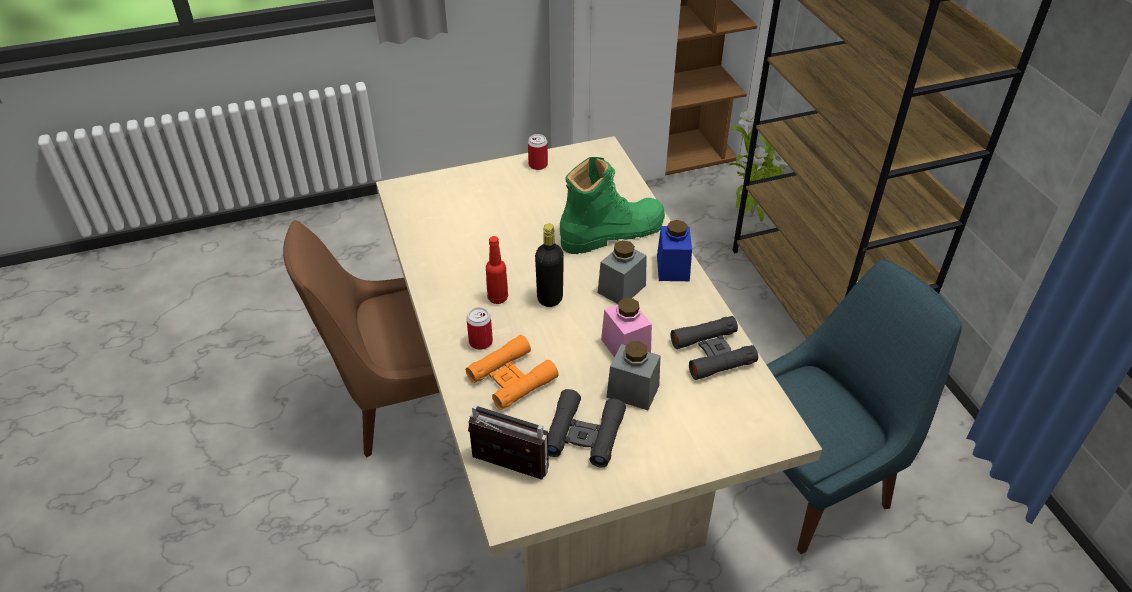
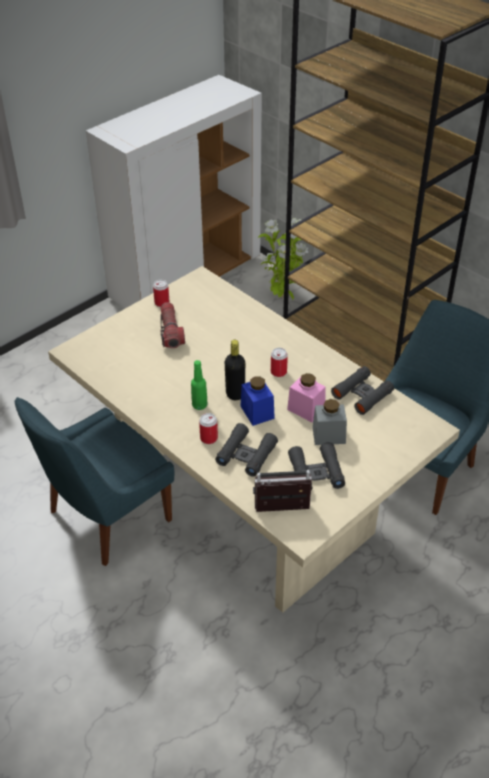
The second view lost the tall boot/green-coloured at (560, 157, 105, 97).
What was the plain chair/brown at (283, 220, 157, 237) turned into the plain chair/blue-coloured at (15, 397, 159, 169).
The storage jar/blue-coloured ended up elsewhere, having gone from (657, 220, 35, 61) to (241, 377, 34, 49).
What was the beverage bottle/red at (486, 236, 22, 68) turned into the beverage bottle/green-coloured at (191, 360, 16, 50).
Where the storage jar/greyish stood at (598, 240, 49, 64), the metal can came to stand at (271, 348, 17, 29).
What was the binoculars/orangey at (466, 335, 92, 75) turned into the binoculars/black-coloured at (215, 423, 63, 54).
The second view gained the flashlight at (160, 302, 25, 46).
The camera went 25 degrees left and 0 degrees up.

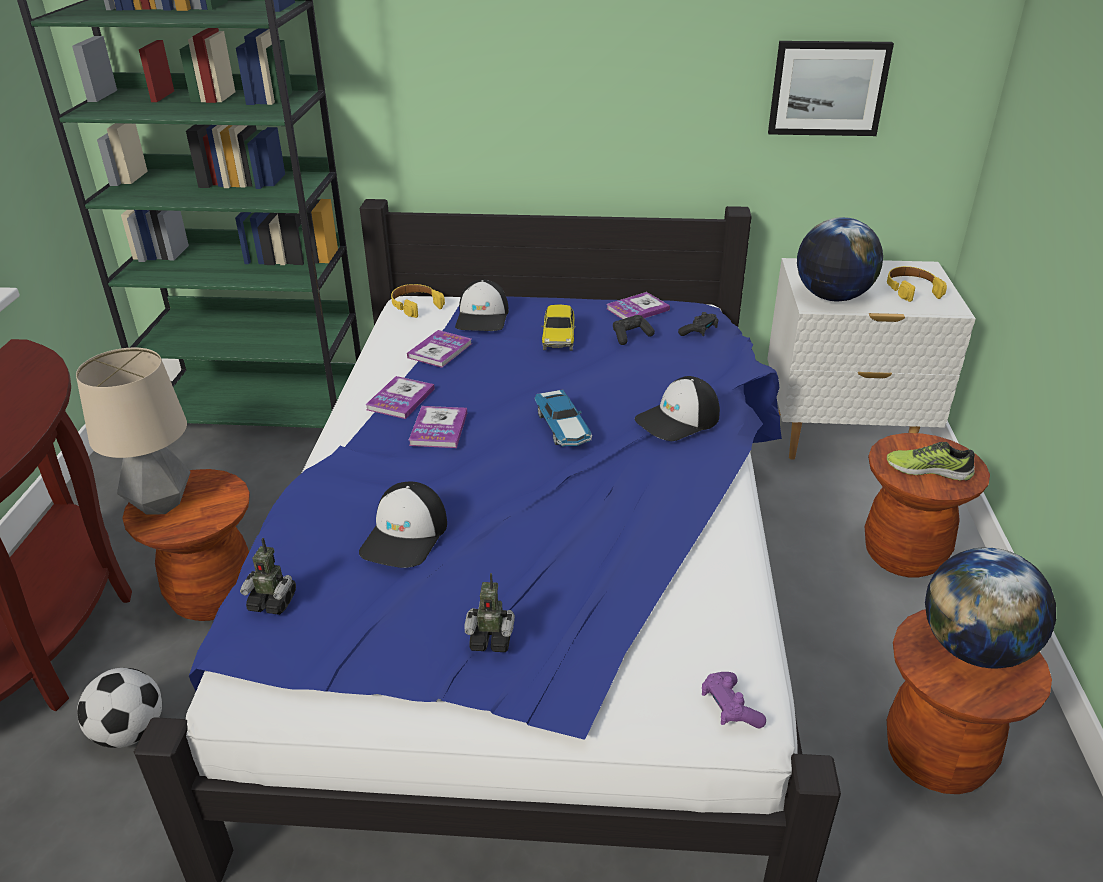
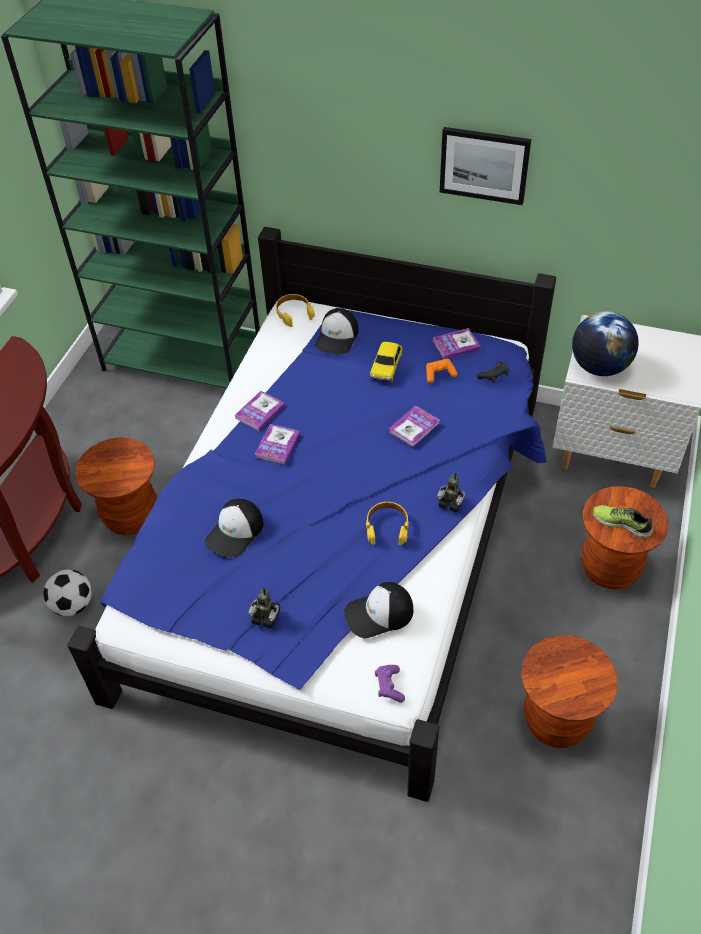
The wall picture ended up elsewhere, having gone from (768, 41, 126, 95) to (440, 127, 91, 78).
The pair of headphones/yellowish ended up elsewhere, having gone from (887, 266, 60, 36) to (366, 502, 43, 43).
What was the game controller/black-coloured at (613, 315, 42, 30) turned into the game controller/orangey at (426, 359, 32, 24).
The book ended up elsewhere, having gone from (407, 330, 65, 38) to (388, 405, 51, 42).
The second view lost the lamp for a table at (76, 348, 115, 167).
The cap ended up elsewhere, having gone from (635, 376, 85, 65) to (344, 582, 69, 56).
The second view lost the miniature car at (535, 390, 57, 57).
The model robot ended up elsewhere, having gone from (240, 538, 56, 77) to (437, 472, 28, 40).
The second view lost the world globe at (925, 548, 131, 120).
The camera went 15 degrees right and 15 degrees up.

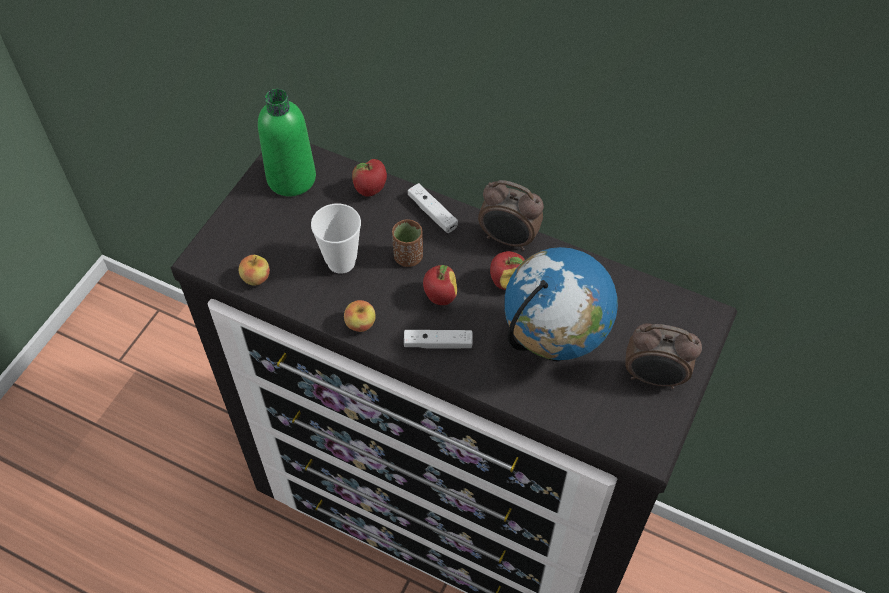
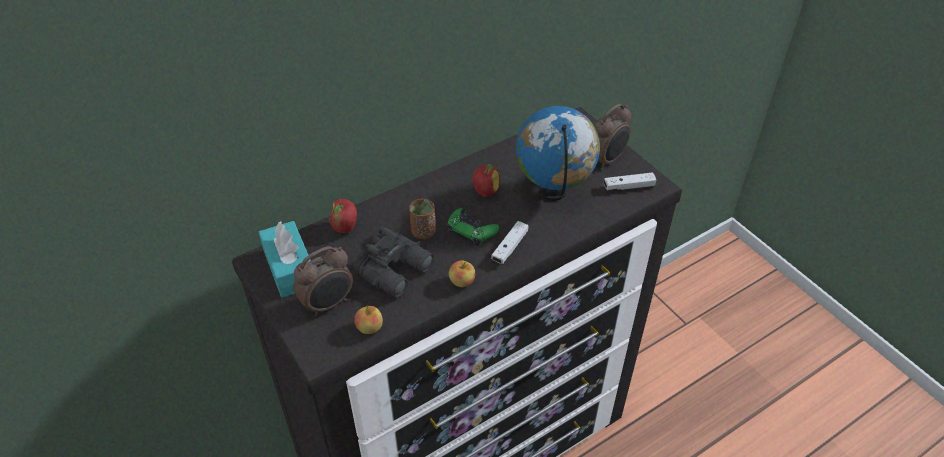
Where the beverage bottle/green-coloured stood at (258, 89, 58, 108), the tissue holder/blue-green came to stand at (259, 221, 52, 77).
The alarm clock ended up elsewhere, having gone from (478, 180, 66, 71) to (293, 246, 60, 71).
The game controller/white-coloured ended up elsewhere, having gone from (408, 183, 50, 50) to (604, 172, 52, 18).
Where the cup stood at (311, 204, 50, 70), the binoculars/black-coloured came to stand at (353, 226, 81, 72).
Where the apple stood at (423, 265, 34, 40), the game controller/green-coloured came to stand at (447, 208, 52, 38).
The camera went 60 degrees left and 10 degrees down.

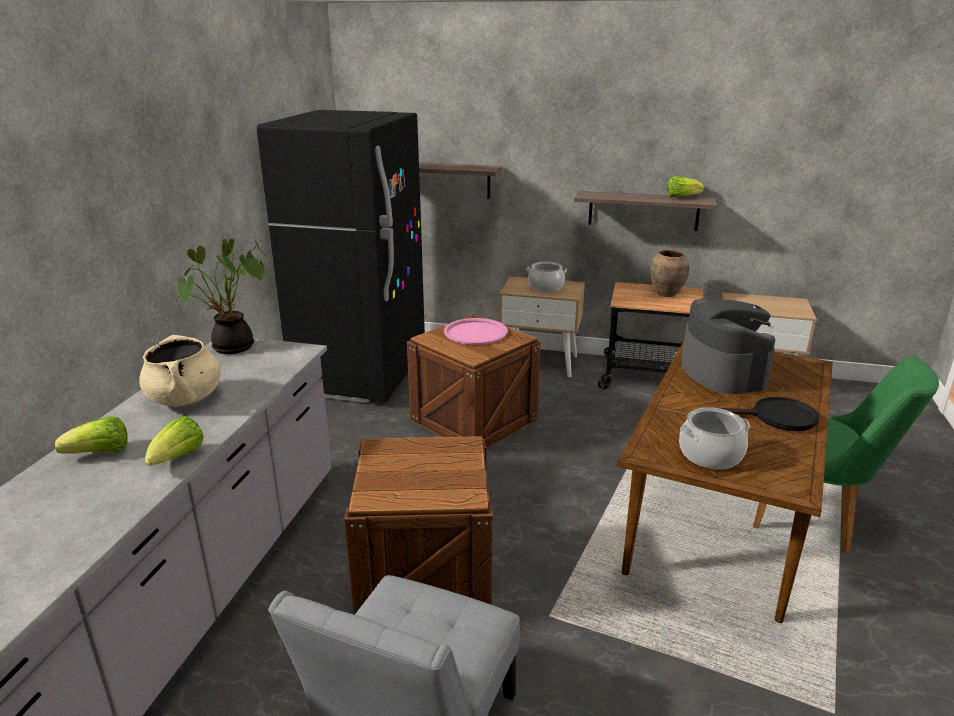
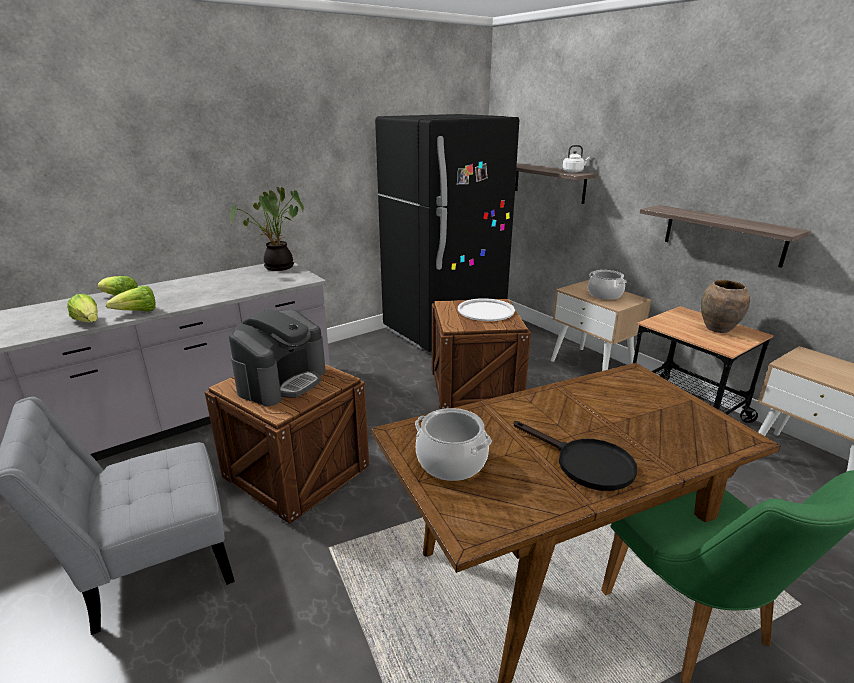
The head of lettuce ended up elsewhere, having gone from (667, 176, 37, 21) to (67, 294, 31, 29).
The coffee maker ended up elsewhere, having gone from (681, 299, 94, 95) to (229, 309, 97, 97).
What was the serving tray/pink at (444, 318, 64, 27) turned into the serving tray/white-coloured at (458, 298, 57, 23).
The second view lost the cooking pot/sand-coloured at (139, 335, 82, 72).
The second view gained the tea kettle/white-coloured at (563, 145, 27, 28).
The camera went 40 degrees right and 0 degrees up.

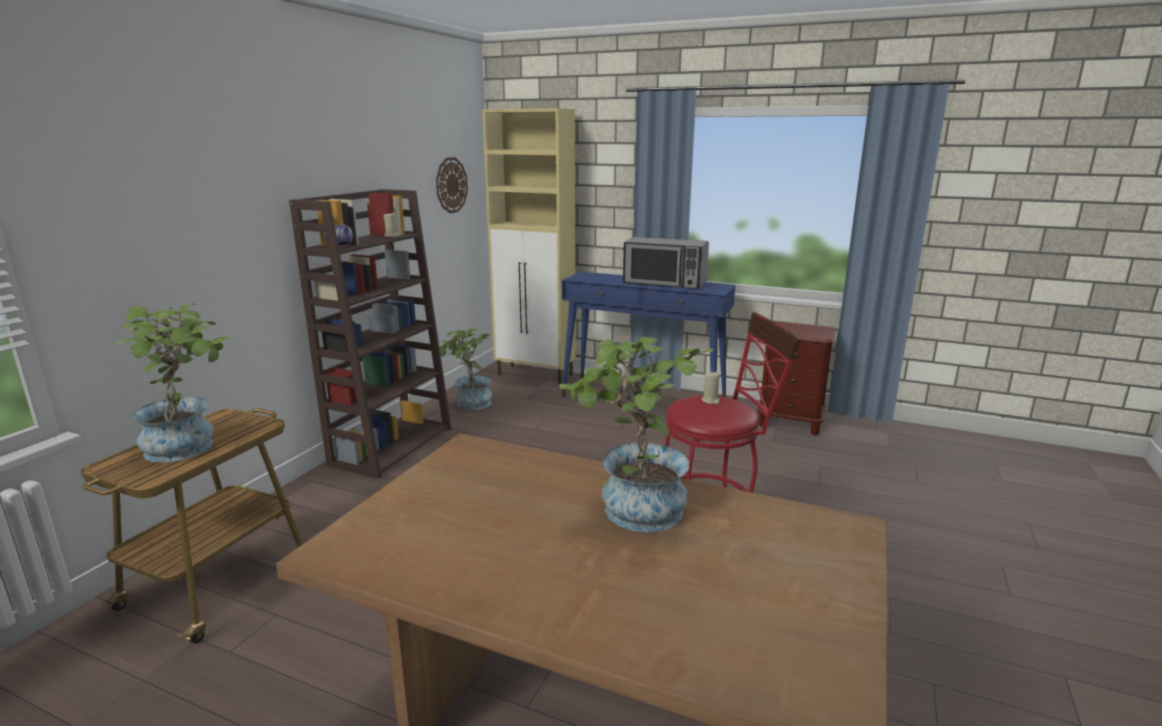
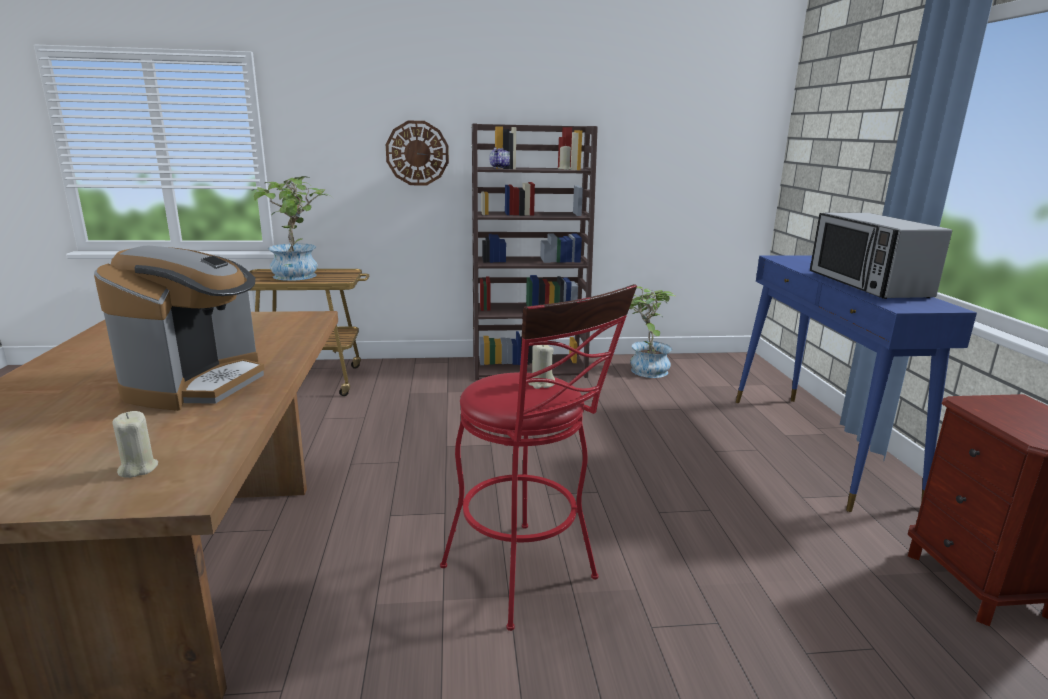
The second view lost the cabinet/sand-coloured at (482, 108, 93, 277).
The wall clock ended up elsewhere, having gone from (436, 157, 32, 56) to (386, 121, 63, 65).
Where the potted plant stood at (559, 337, 155, 195), the coffee maker came to stand at (94, 246, 171, 165).
The second view gained the wax candle/sand-coloured at (112, 411, 46, 67).
The camera went 60 degrees right and 0 degrees up.

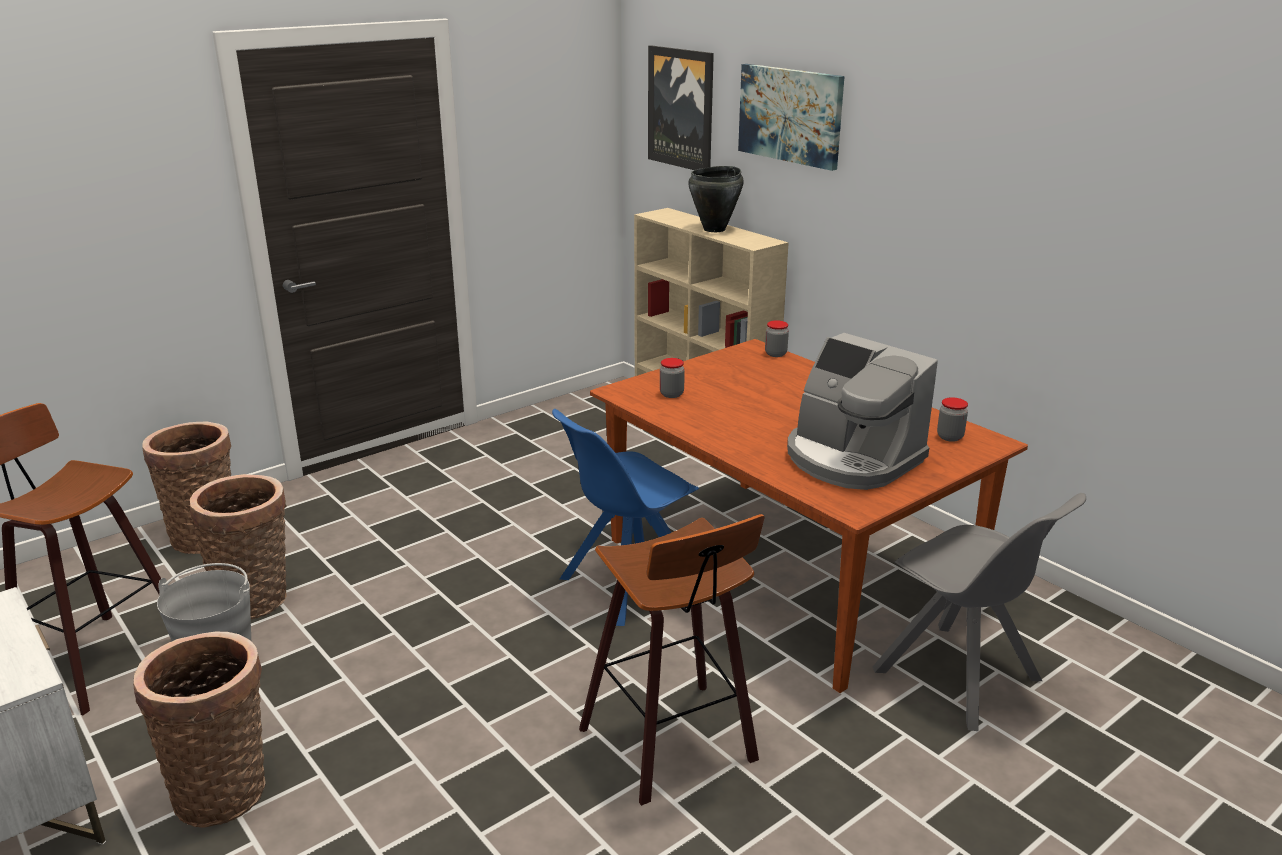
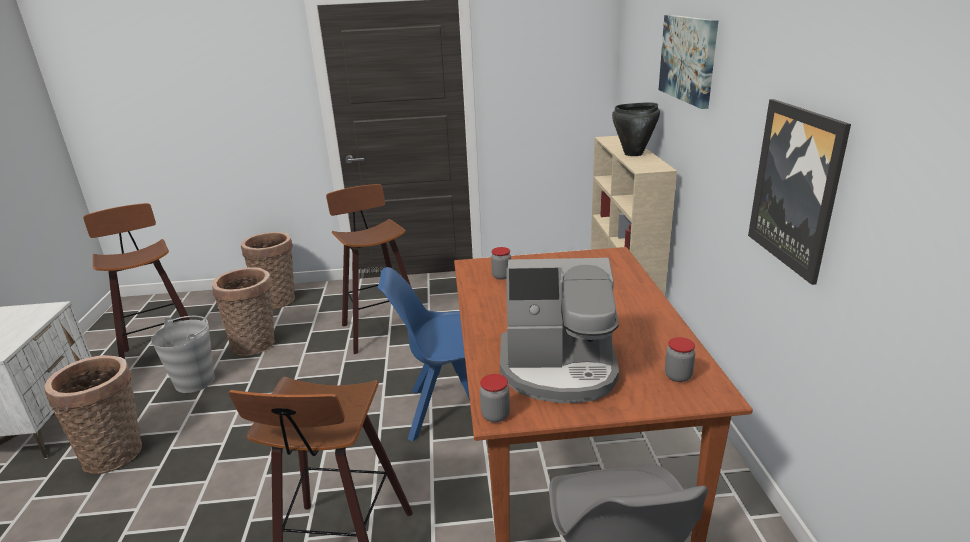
The wall picture ended up elsewhere, having gone from (648, 45, 66, 125) to (748, 99, 103, 186).
The storage jar ended up elsewhere, having gone from (765, 321, 24, 36) to (480, 374, 30, 48).
The coffee maker at (787, 333, 151, 157) ended up facing another way, 75 degrees counterclockwise from before.
The second view gained the stool seat at (326, 184, 85, 170).
The camera went 35 degrees right and 0 degrees up.

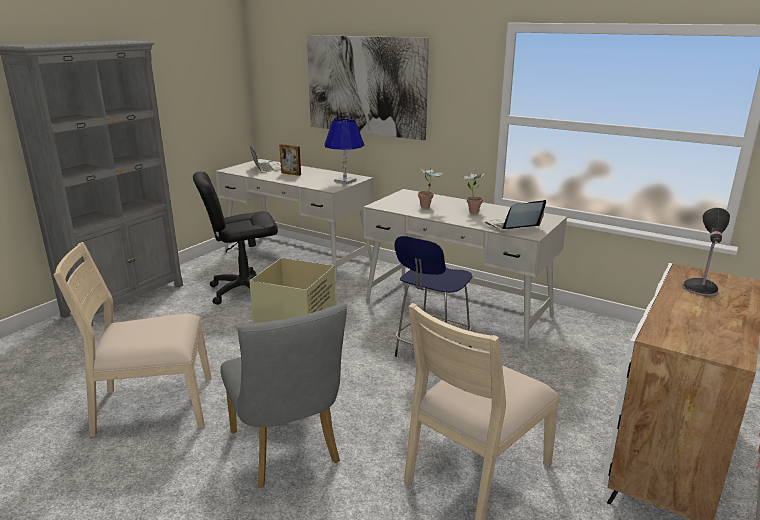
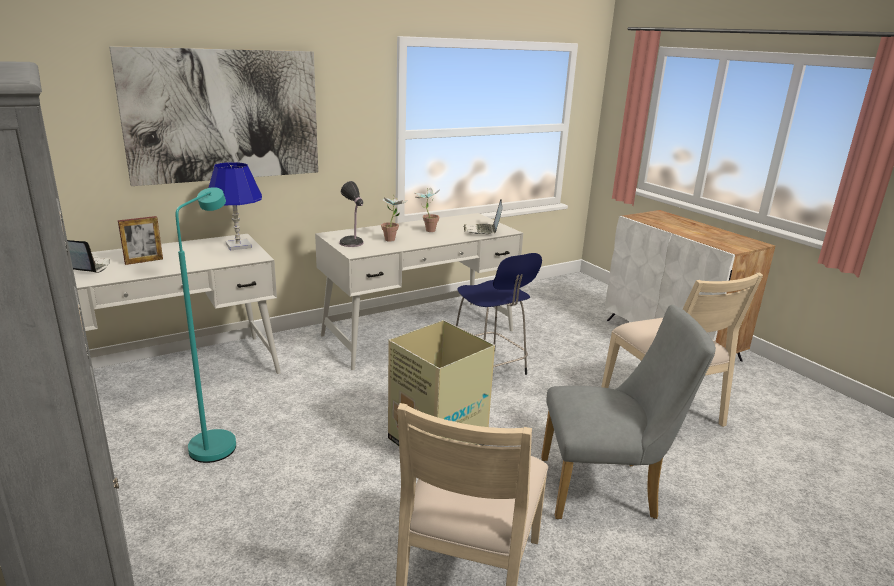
Where the desk chair/black-coloured stood at (193, 172, 85, 133), the standard lamp/blue-green came to stand at (175, 187, 61, 276).
The lamp for a table ended up elsewhere, having gone from (682, 208, 48, 88) to (339, 181, 25, 66).
The camera went 65 degrees left and 0 degrees up.

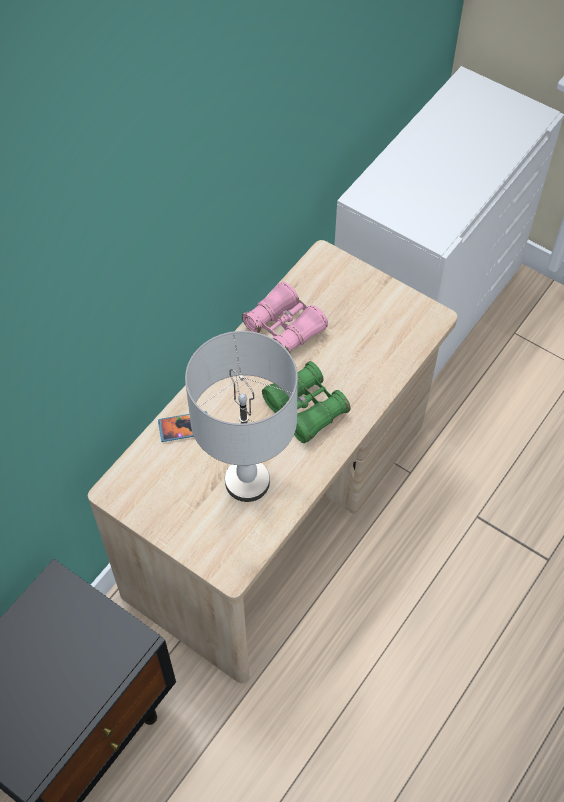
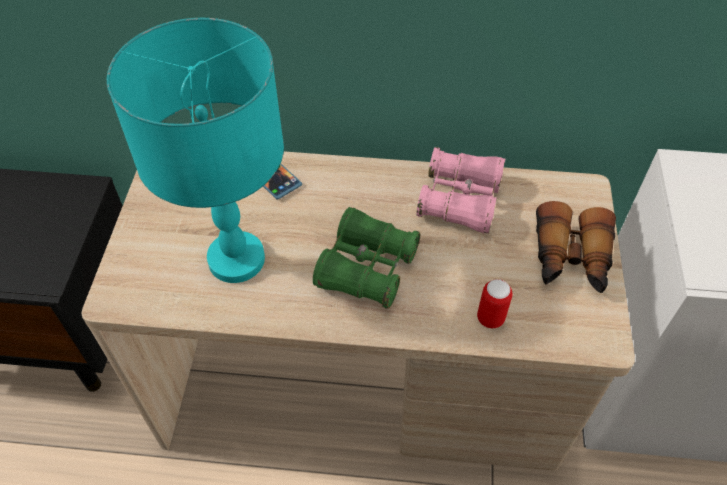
What was the lamp for a table/greyish at (185, 331, 113, 171) turned into the lamp for a table/blue-green at (107, 18, 177, 265).
The second view gained the binoculars at (536, 201, 80, 92).
The second view gained the metal can at (477, 279, 35, 49).
The camera went 60 degrees right and 5 degrees down.

